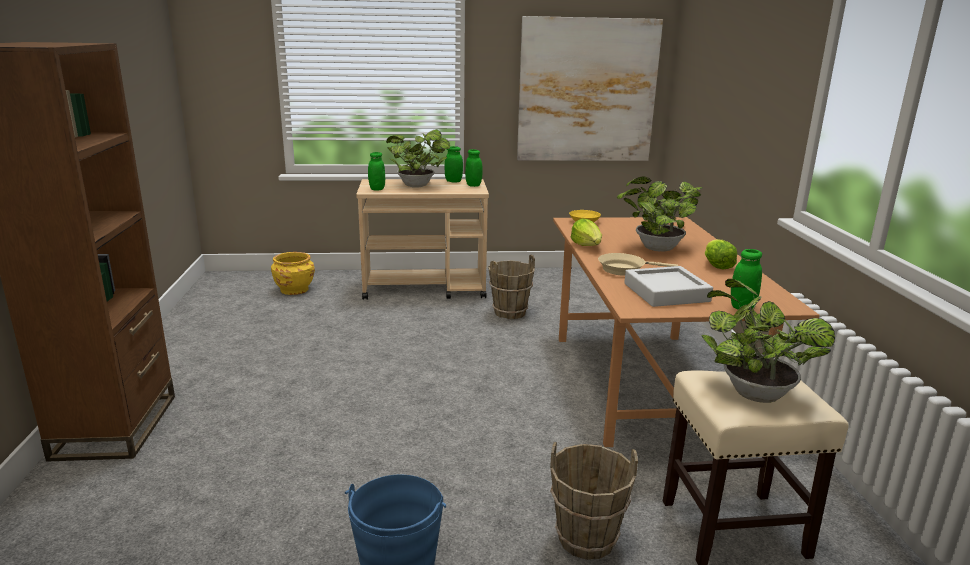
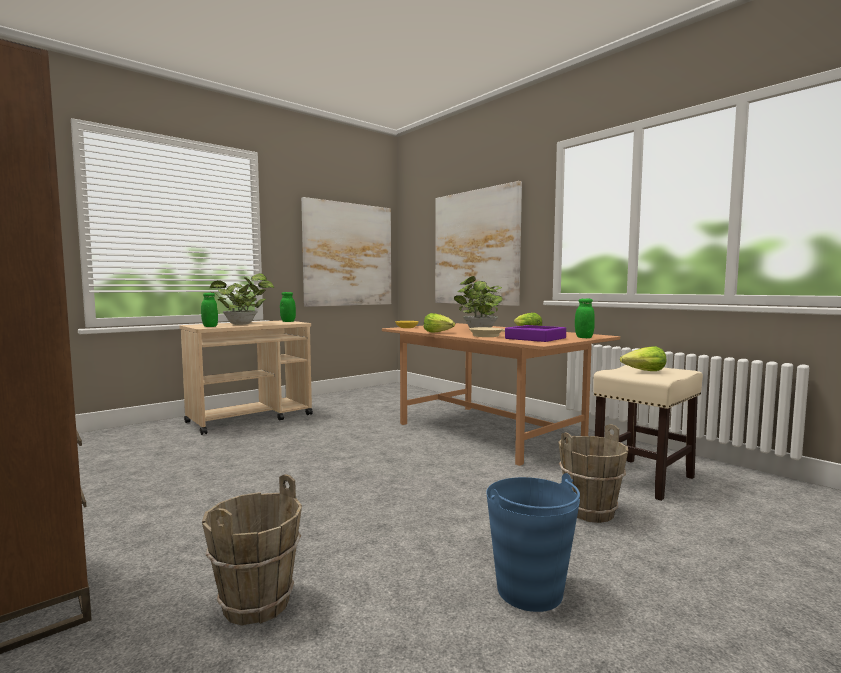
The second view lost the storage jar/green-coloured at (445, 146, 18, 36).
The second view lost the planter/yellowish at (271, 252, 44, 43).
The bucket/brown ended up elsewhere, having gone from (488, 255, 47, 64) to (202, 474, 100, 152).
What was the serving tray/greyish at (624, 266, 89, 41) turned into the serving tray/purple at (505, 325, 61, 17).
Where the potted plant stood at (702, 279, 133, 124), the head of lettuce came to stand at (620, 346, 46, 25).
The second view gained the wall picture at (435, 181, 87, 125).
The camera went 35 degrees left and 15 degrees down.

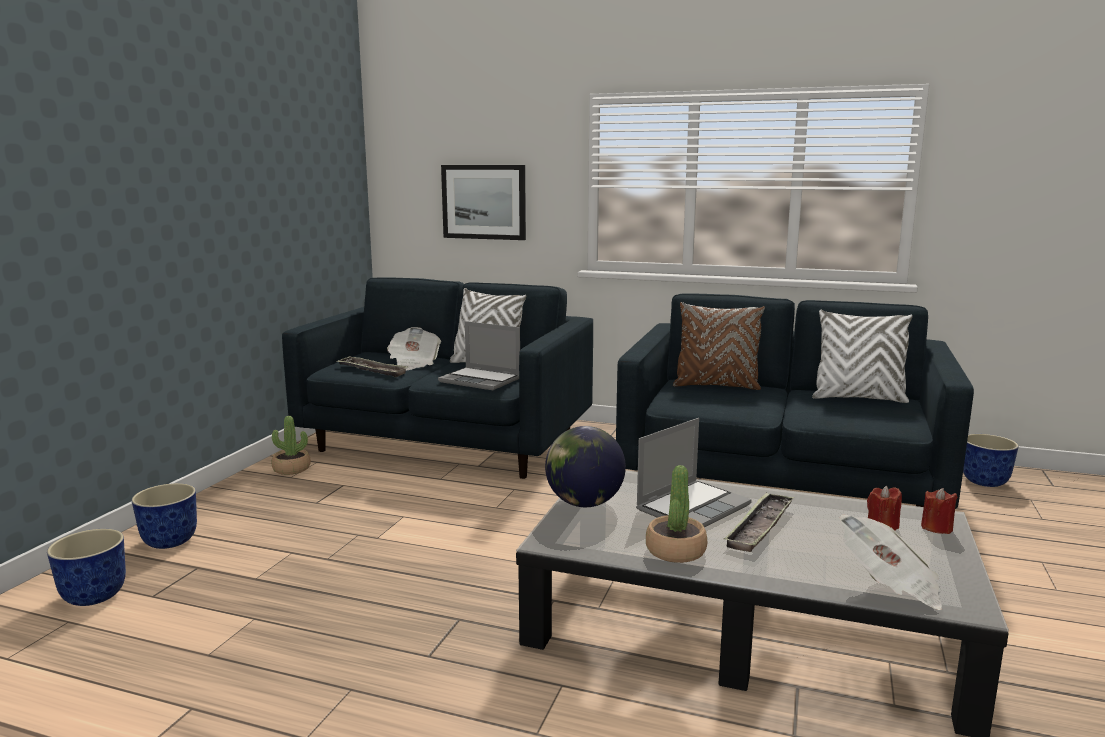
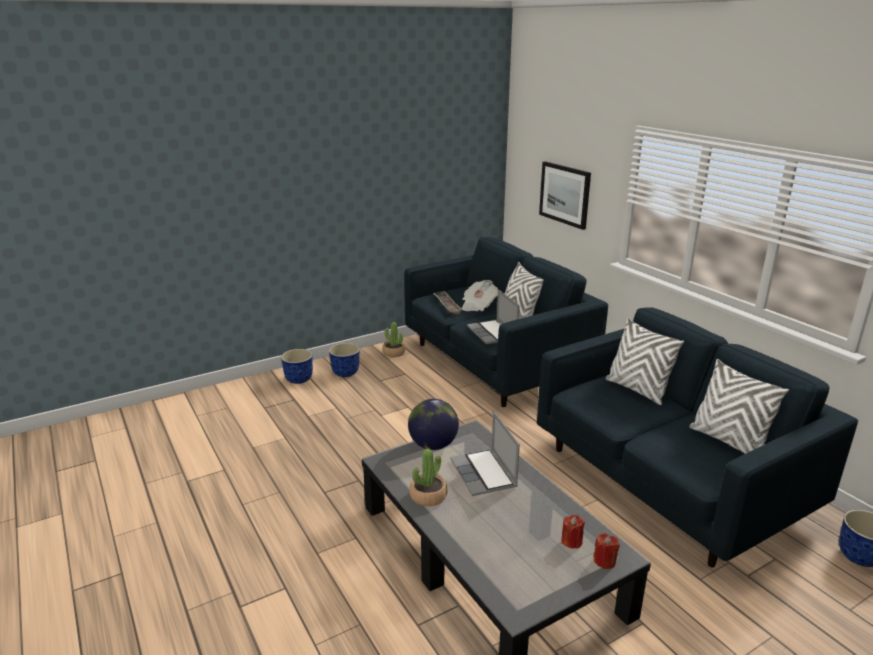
What was the pillow/brown at (673, 302, 92, 88) turned into the pillow/white-coloured at (605, 318, 79, 87).
The laptop at (636, 418, 116, 109) ended up facing another way, 75 degrees clockwise from before.
The second view lost the serving tray at (724, 492, 70, 60).
The second view lost the printed paper at (839, 514, 103, 96).
The planter ended up elsewhere, having gone from (47, 529, 79, 77) to (329, 343, 31, 34).
The camera went 40 degrees right and 10 degrees up.

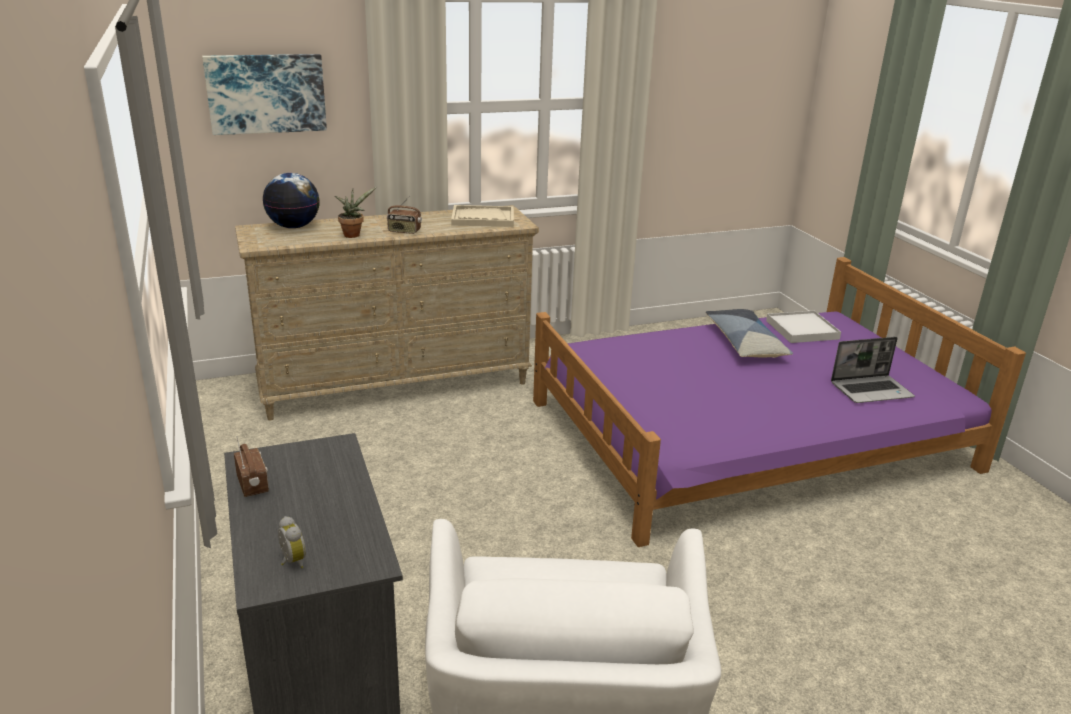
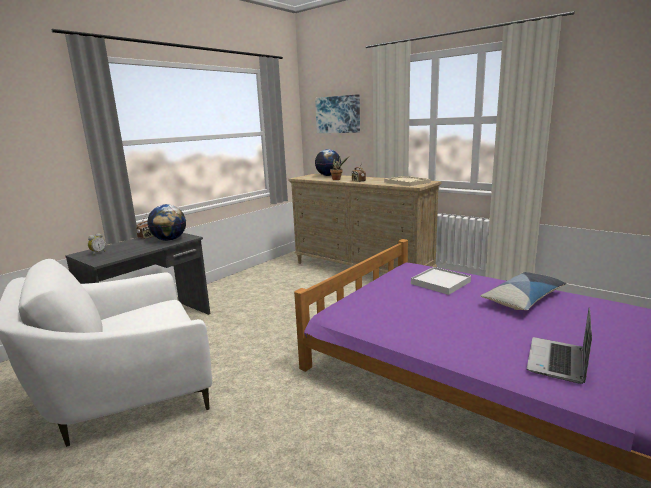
The serving tray/white-coloured ended up elsewhere, having gone from (766, 311, 75, 32) to (411, 267, 60, 28).
The laptop at (831, 337, 84, 66) ended up facing another way, 75 degrees clockwise from before.
The second view gained the world globe at (147, 204, 39, 37).
The camera went 60 degrees right and 10 degrees down.

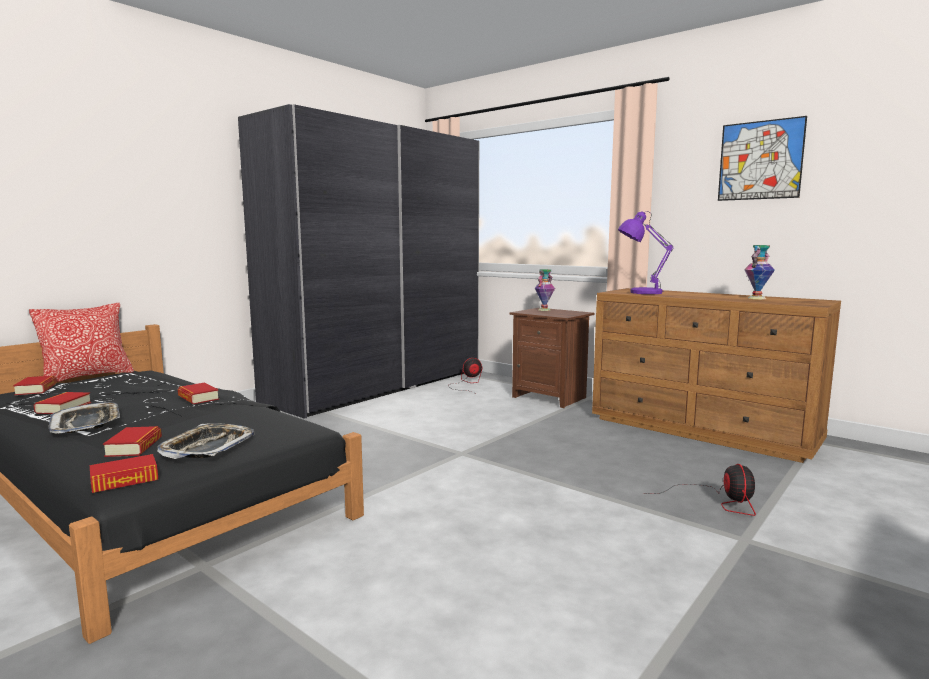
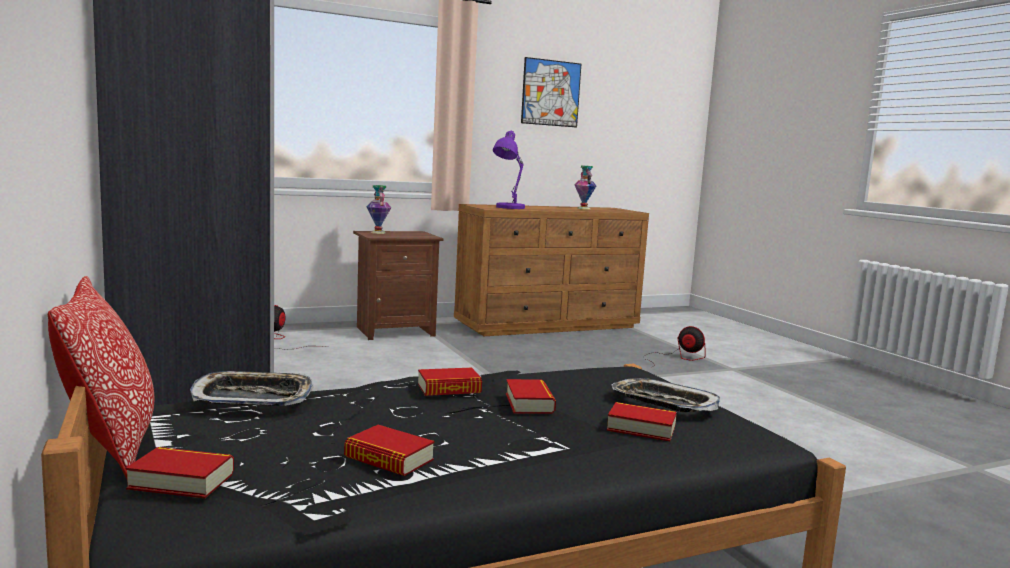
The serving tray ended up elsewhere, having gone from (48, 402, 72, 32) to (190, 371, 124, 35).
The book ended up elsewhere, having gone from (90, 454, 68, 39) to (506, 379, 50, 35).
The camera went 65 degrees left and 0 degrees up.

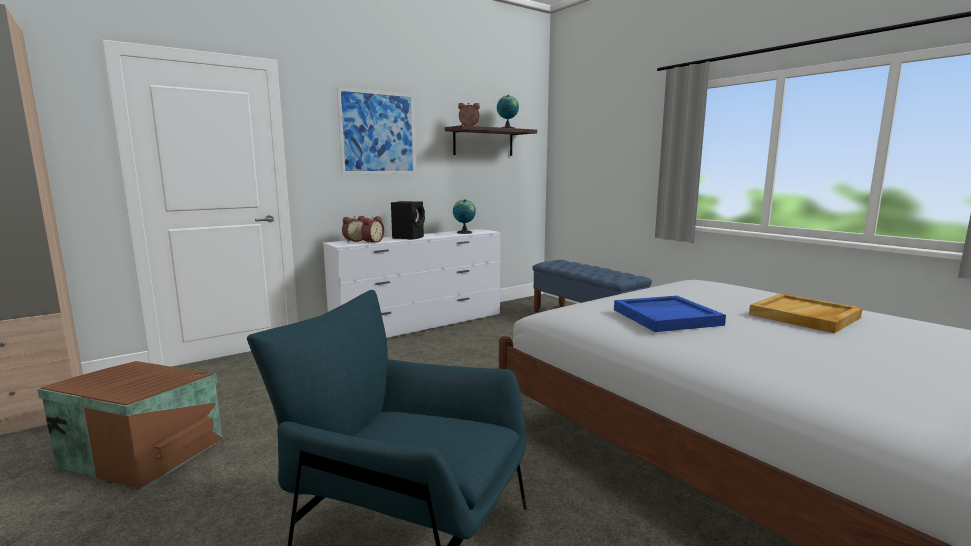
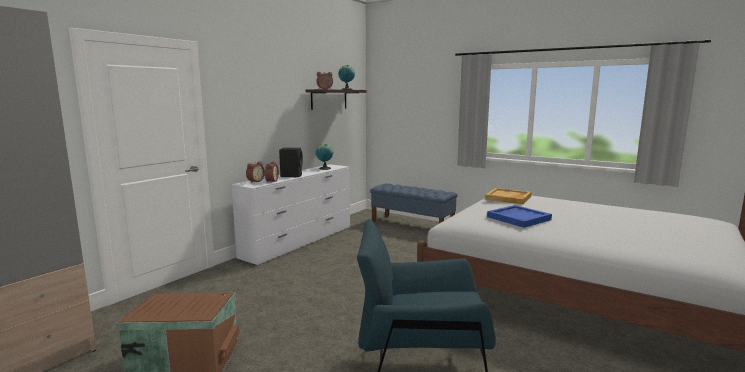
The second view lost the wall picture at (337, 87, 79, 87).
The serving tray/sand-coloured ended up elsewhere, having gone from (749, 293, 114, 41) to (485, 188, 47, 16).
The camera went 20 degrees left and 0 degrees up.

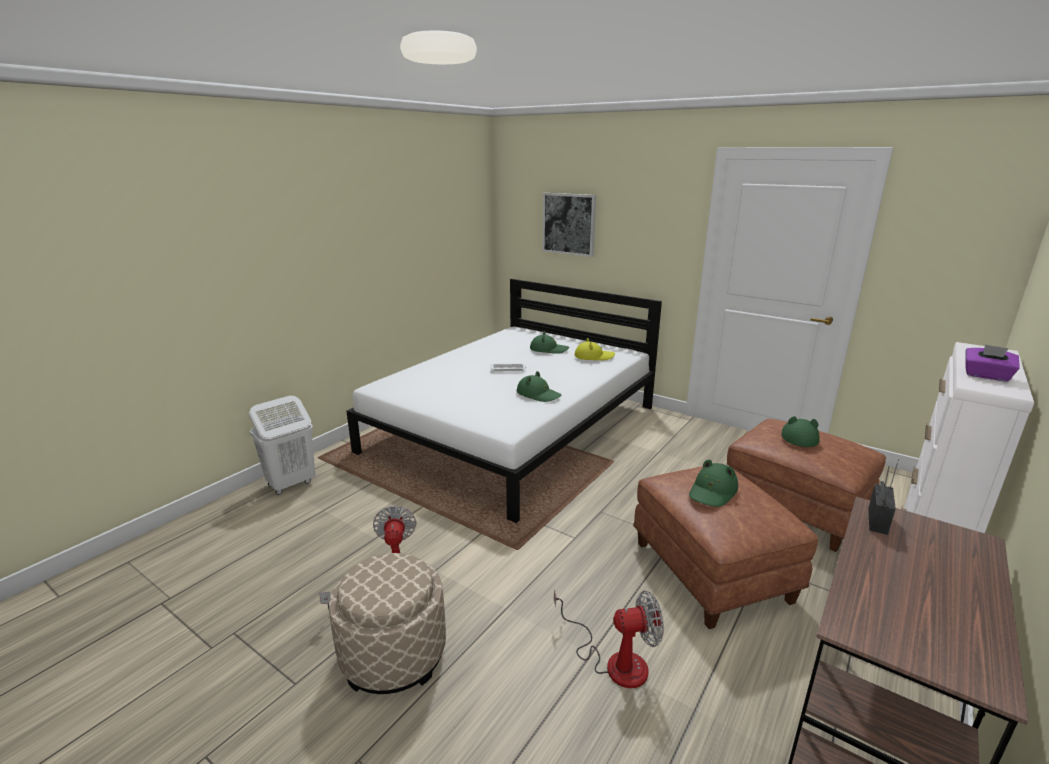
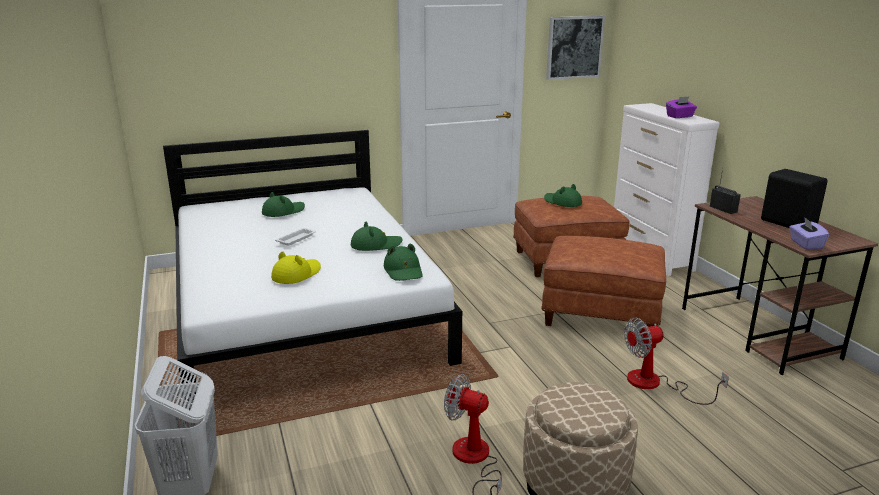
The wall picture ended up elsewhere, having gone from (542, 193, 54, 64) to (546, 16, 59, 64).
The wearable hat/yellowish ended up elsewhere, having gone from (574, 338, 41, 22) to (271, 252, 50, 32).
The wearable hat/green-coloured ended up elsewhere, having gone from (689, 460, 49, 47) to (384, 244, 39, 37).
The electric fan at (554, 589, 110, 99) ended up facing another way, 135 degrees counterclockwise from before.
The second view gained the speaker/black-coloured at (761, 169, 66, 59).
The second view gained the tissue holder/purple at (789, 217, 40, 33).
The camera went 55 degrees left and 0 degrees up.

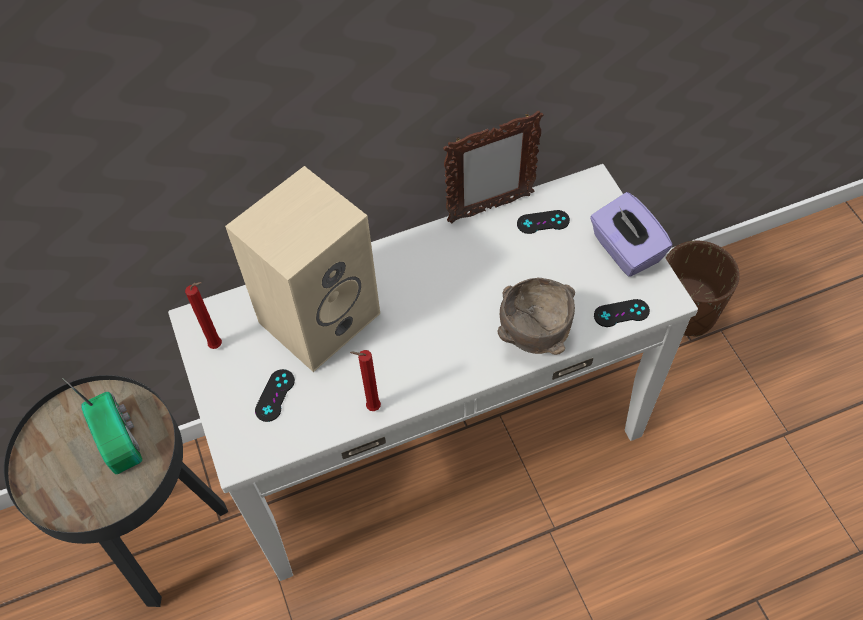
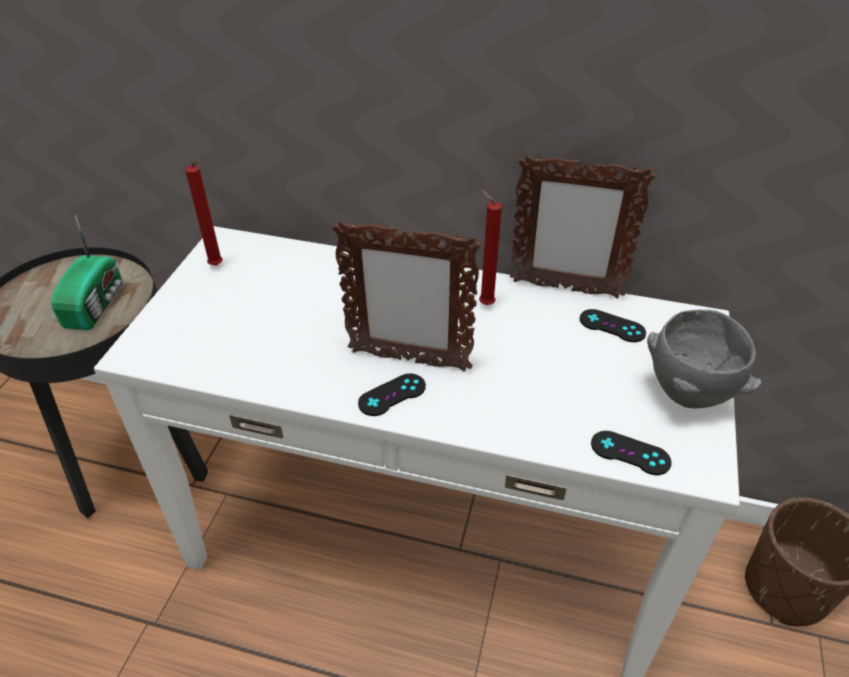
The second view lost the speaker/sand-coloured at (225, 166, 155, 206).
Where the tissue holder/purple stood at (590, 192, 83, 85), the bowl/greyish came to stand at (647, 310, 114, 99).
The second view lost the bowl/brown at (498, 278, 77, 77).
The wax candle/red ended up elsewhere, having gone from (350, 350, 31, 61) to (479, 190, 23, 115).
The game controller/black-coloured ended up elsewhere, having gone from (255, 369, 40, 53) to (358, 373, 68, 43).
The second view gained the photo frame at (332, 220, 149, 152).
The camera went 35 degrees right and 15 degrees down.

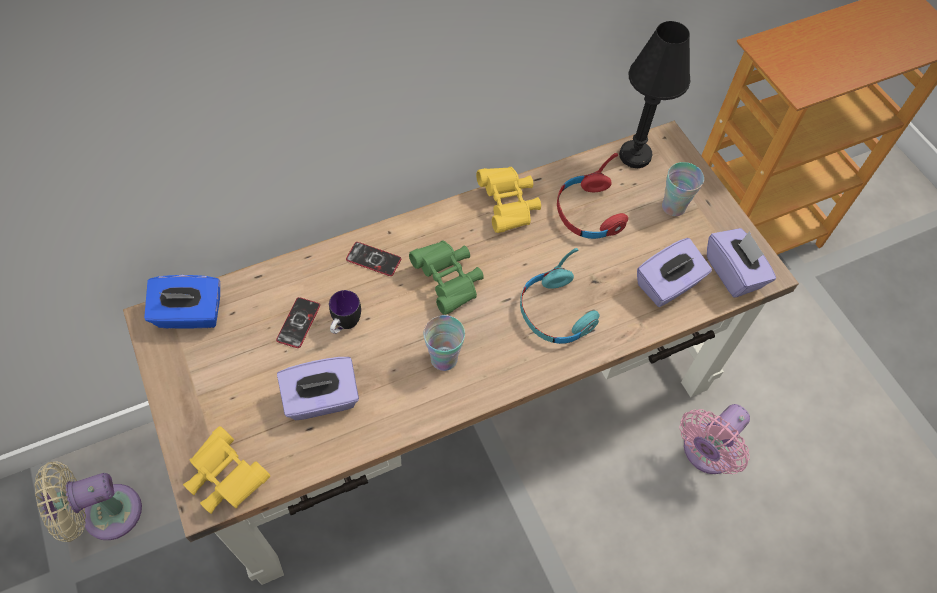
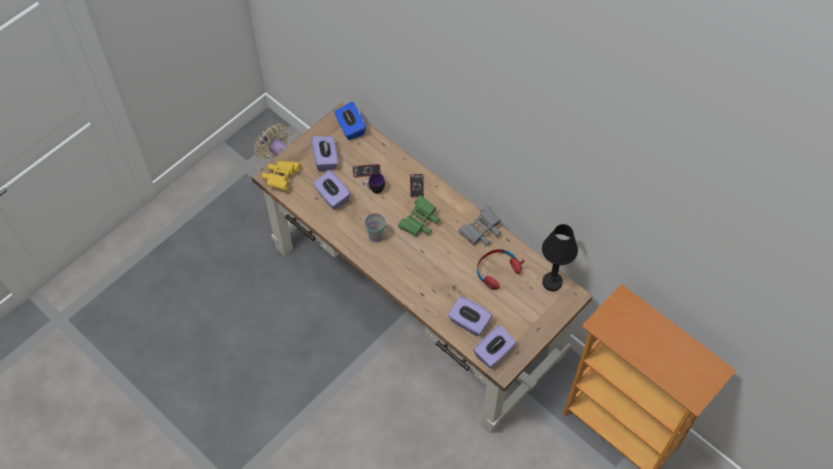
The second view lost the cup at (662, 162, 42, 54).
What was the binoculars/yellowish at (476, 167, 65, 66) turned into the binoculars/greyish at (459, 205, 42, 42).
The second view lost the pair of headphones/blue-green at (520, 248, 80, 96).
The second view lost the electric fan/pink at (680, 404, 70, 70).
The second view gained the tissue holder/purple at (311, 136, 27, 36).
The camera went 70 degrees right and 0 degrees up.

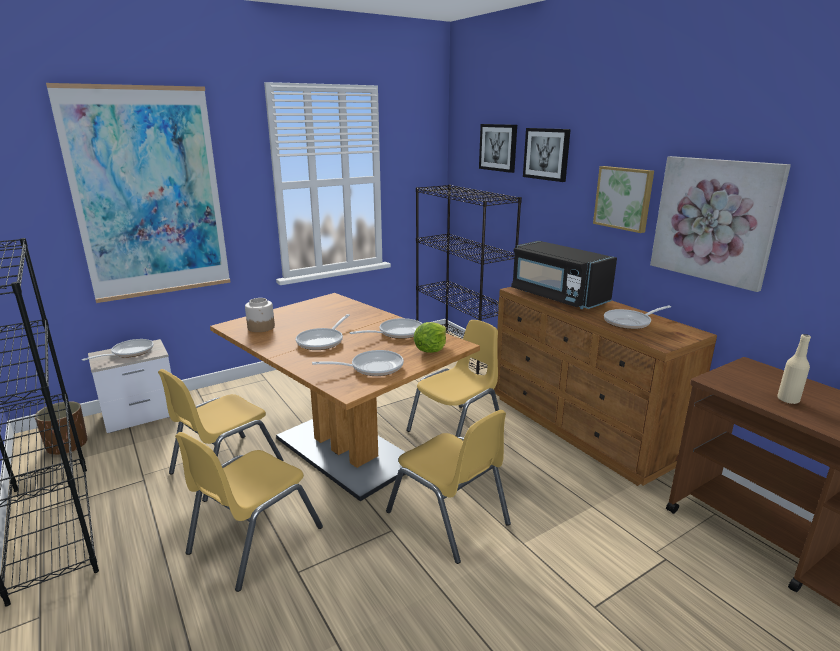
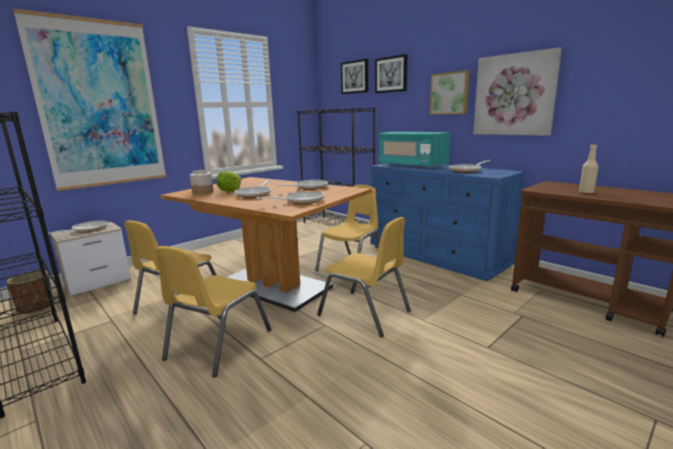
What was the microwave/black-coloured at (511, 241, 106, 68) turned into the microwave/blue-green at (379, 132, 71, 37).
What was the dresser/brown at (494, 287, 223, 199) turned into the dresser/blue-coloured at (370, 163, 155, 118).
The head of lettuce ended up elsewhere, having gone from (414, 322, 32, 31) to (216, 171, 26, 21).
The camera went 10 degrees left and 5 degrees down.

